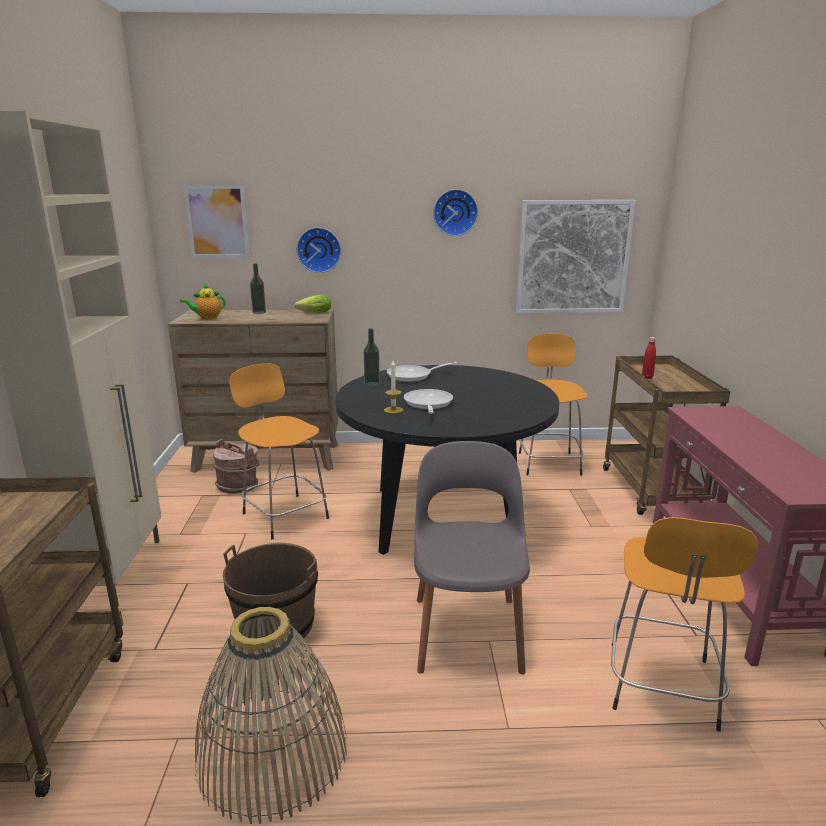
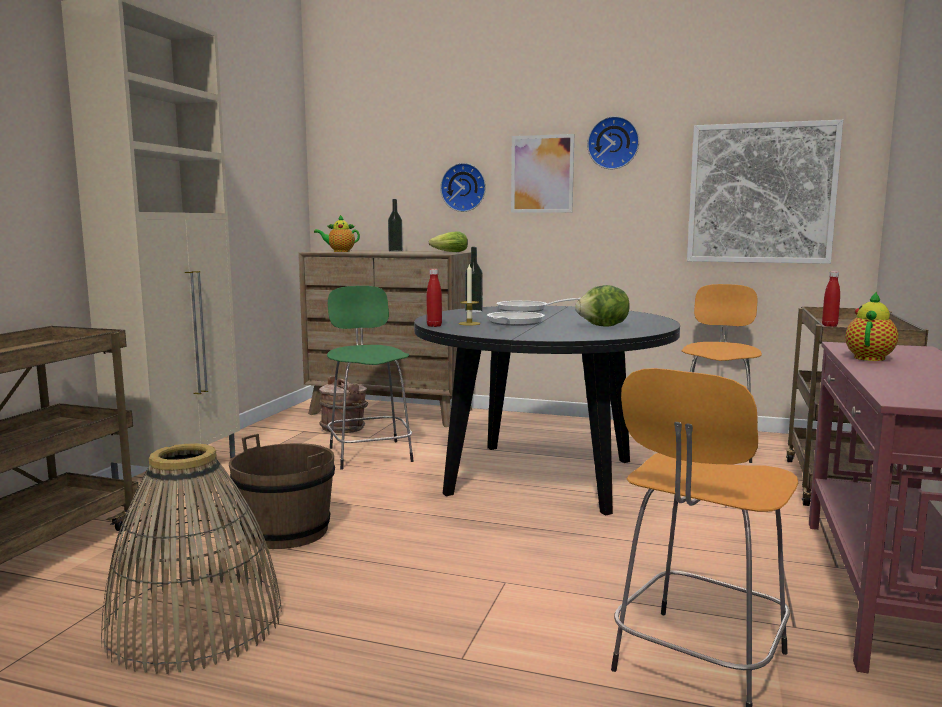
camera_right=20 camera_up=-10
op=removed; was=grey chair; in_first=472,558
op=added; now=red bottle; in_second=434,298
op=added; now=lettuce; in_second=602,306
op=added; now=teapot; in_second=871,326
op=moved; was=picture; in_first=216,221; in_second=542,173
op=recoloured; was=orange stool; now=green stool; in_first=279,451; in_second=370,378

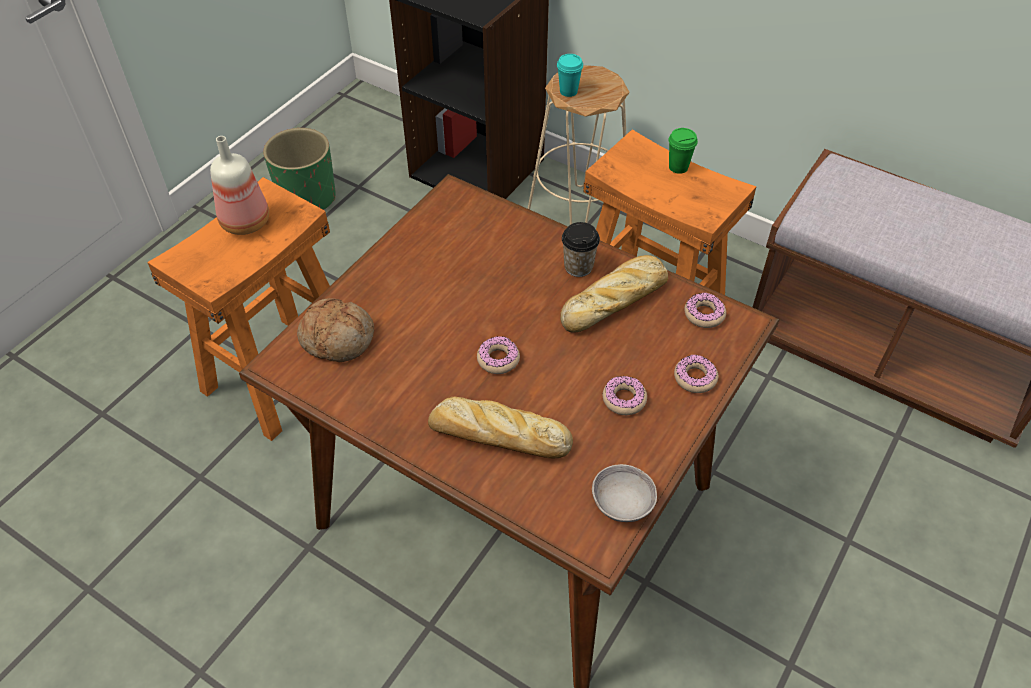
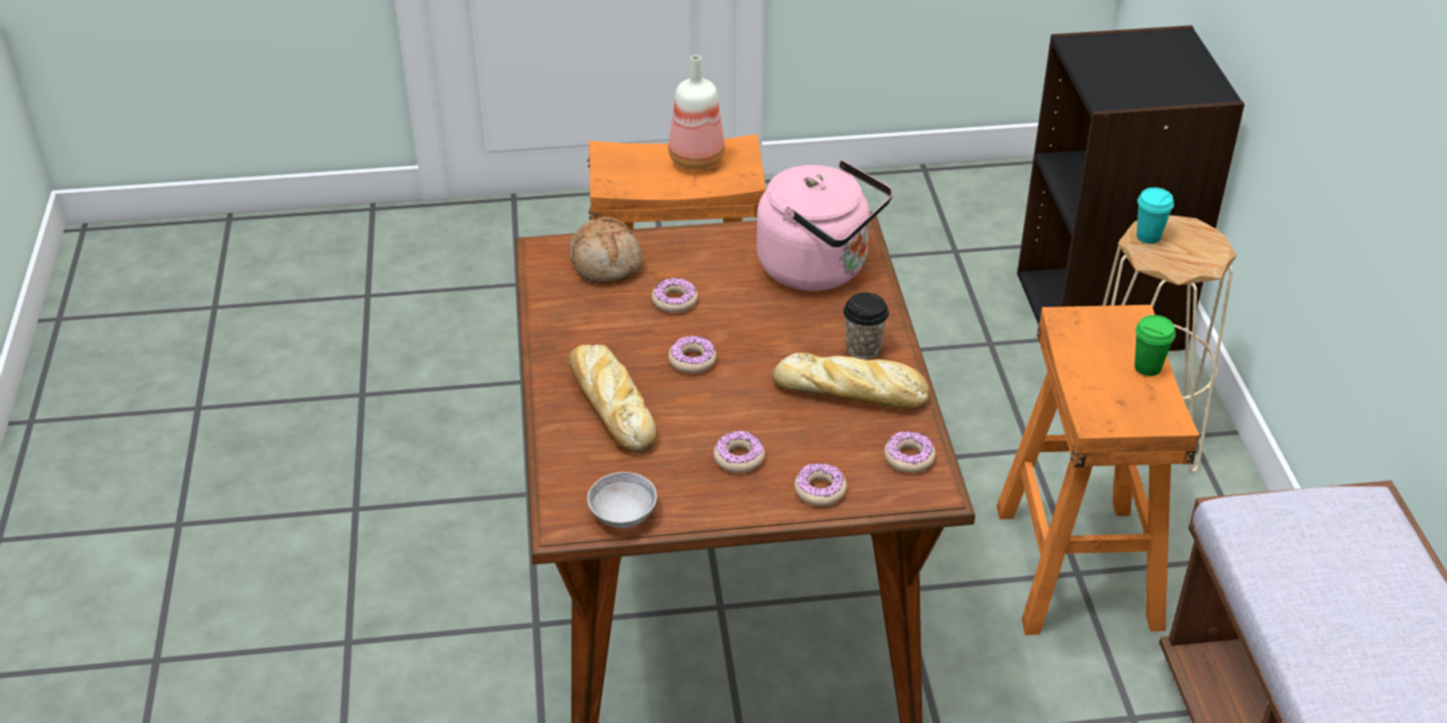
camera_right=50 camera_up=-10
op=removed; was=green planter; in_first=299,169
op=added; now=donut; in_second=675,295
op=added; now=pink kettle; in_second=825,225

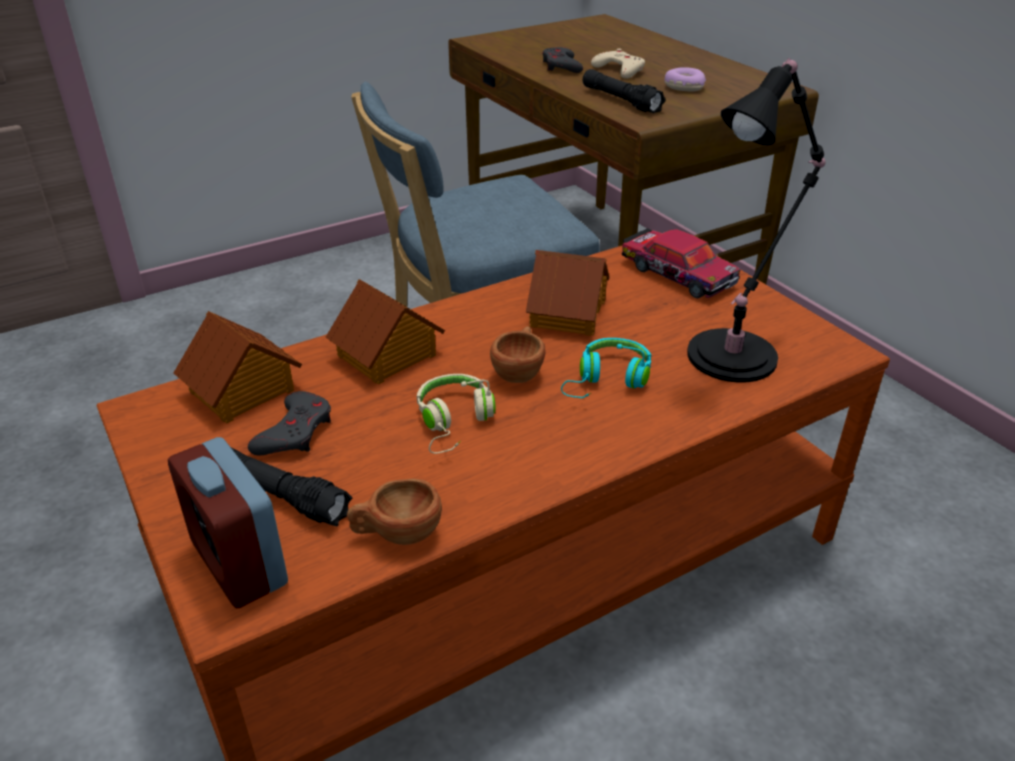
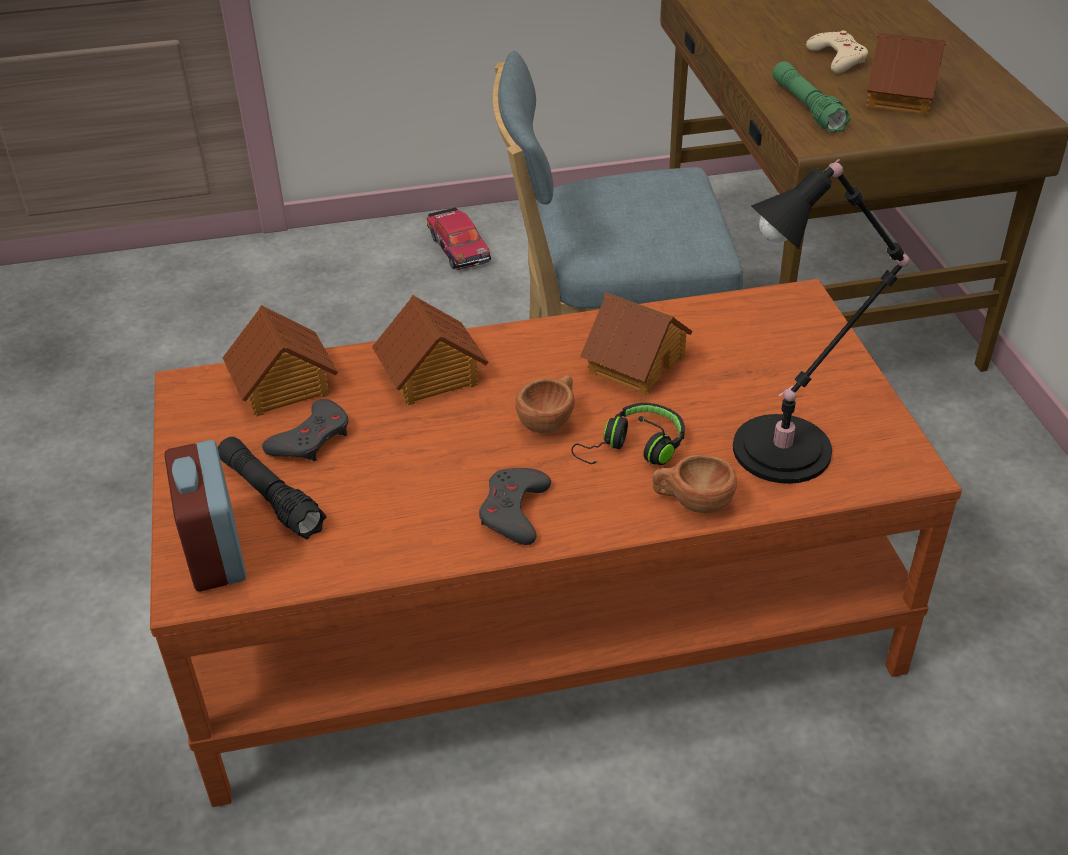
camera_right=20 camera_up=5
op=removed; was=beige headphones; in_first=456,414
op=moved; was=brown cup; in_first=394,511; in_second=694,484
op=moved; was=grey game controller; in_first=562,60; in_second=515,506
op=moved; was=toy car; in_first=681,263; in_second=459,239
op=replaced; was=donut; now=toy house; in_first=685,79; in_second=906,73
op=recoloured; was=turquoise headphones; now=black headphones; in_first=606,368; in_second=628,434
op=recoloured; was=black flashlight; now=green flashlight; in_first=624,91; in_second=811,97

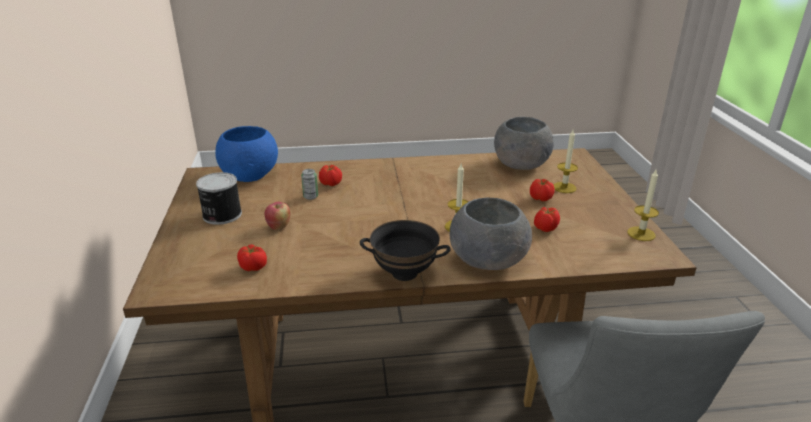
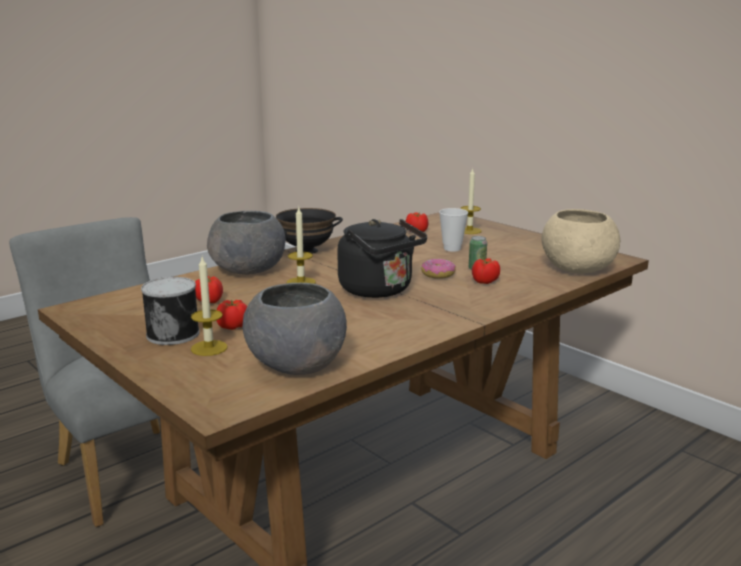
camera_right=145 camera_up=-10
op=added; now=black kettle; in_second=382,258
op=added; now=donut; in_second=438,269
op=moved; was=can; in_first=219,198; in_second=170,311
op=moved; was=candle; in_first=643,205; in_second=471,201
op=replaced; was=apple; now=cup; in_first=277,216; in_second=453,230
op=recoloured; was=blue bowl; now=beige bowl; in_first=246,154; in_second=581,241

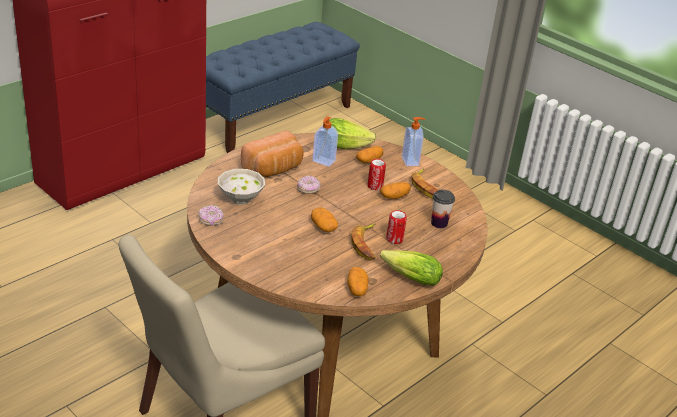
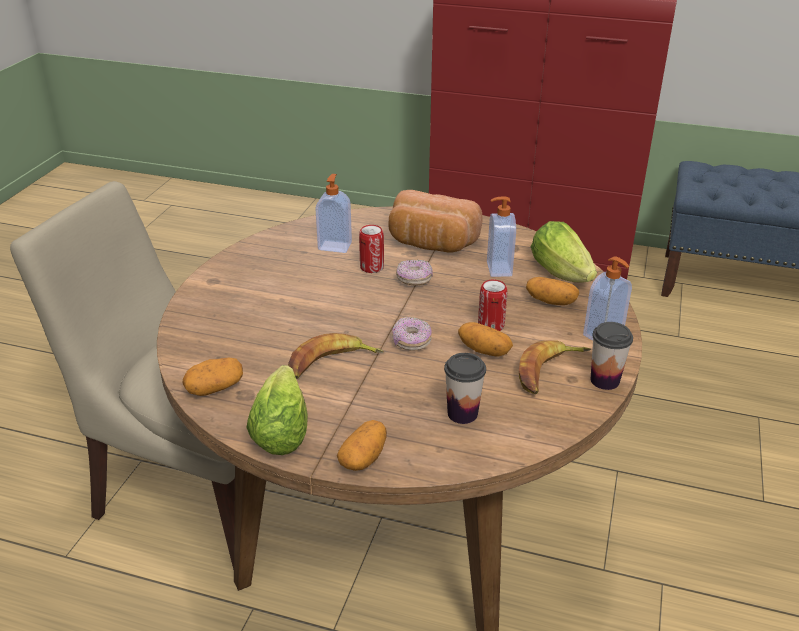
camera_right=65 camera_up=0
op=added; now=cup; in_second=611,356
op=moved; was=donut; in_first=211,215; in_second=412,334
op=moved; was=potato; in_first=324,220; in_second=362,445
op=moved; was=can; in_first=396,227; in_second=371,249
op=replaced; was=white bowl; now=soap dispenser; in_first=241,187; in_second=333,213

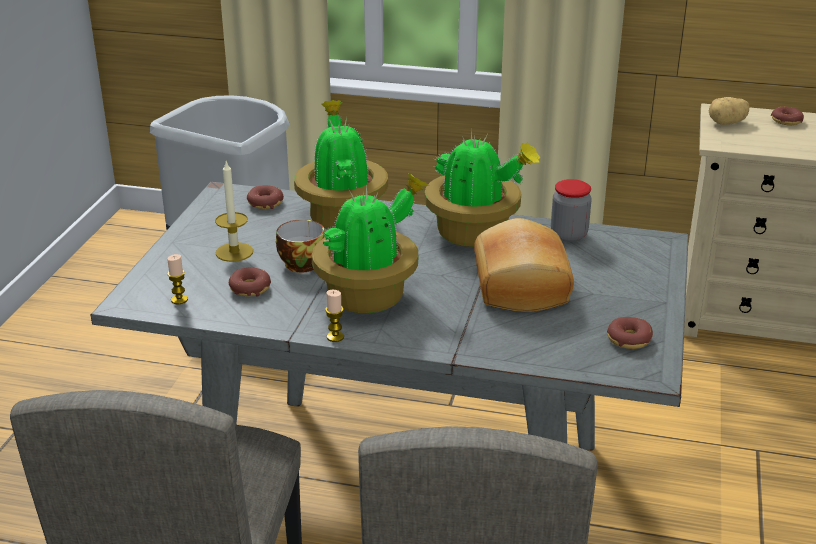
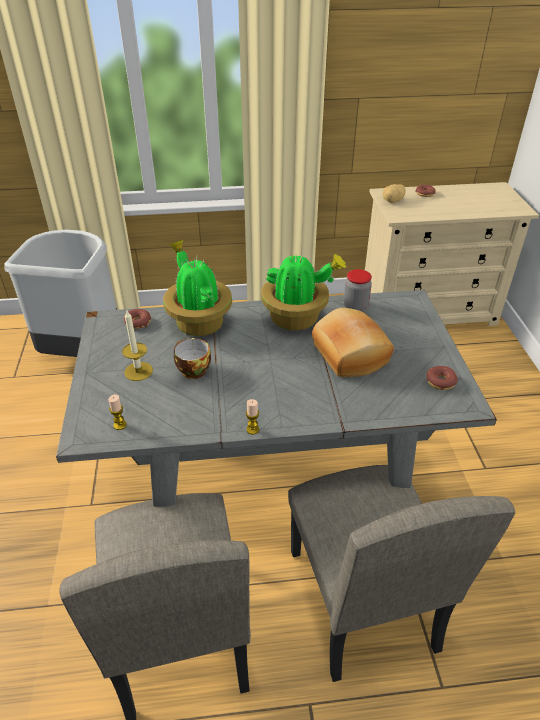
camera_right=-20 camera_up=10
op=removed; was=donut; in_first=250,282
op=removed; was=potted plant; in_first=370,242

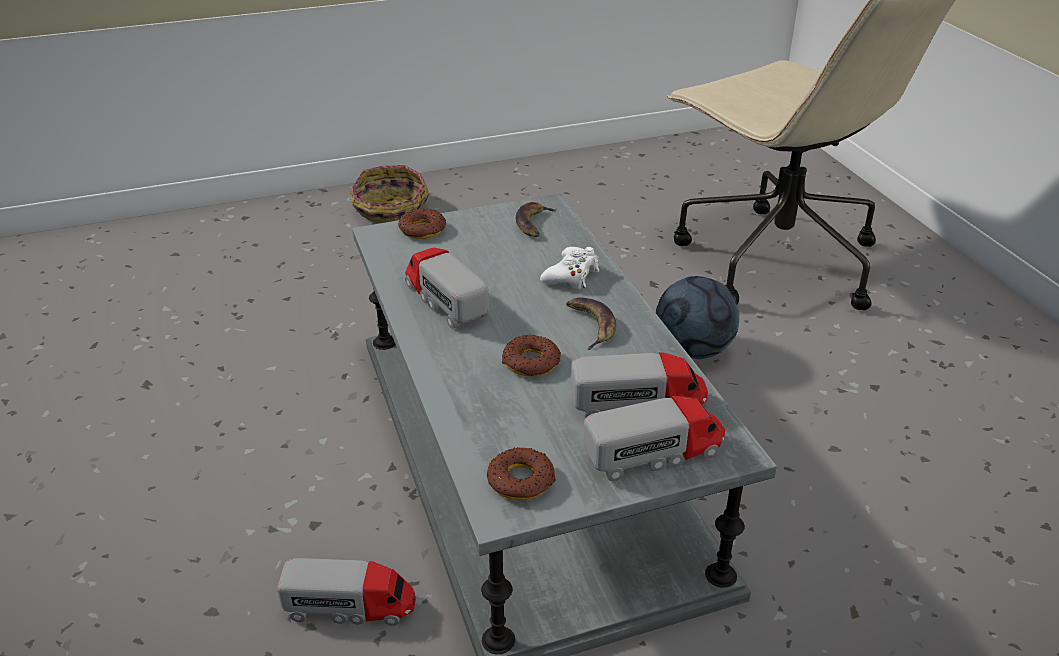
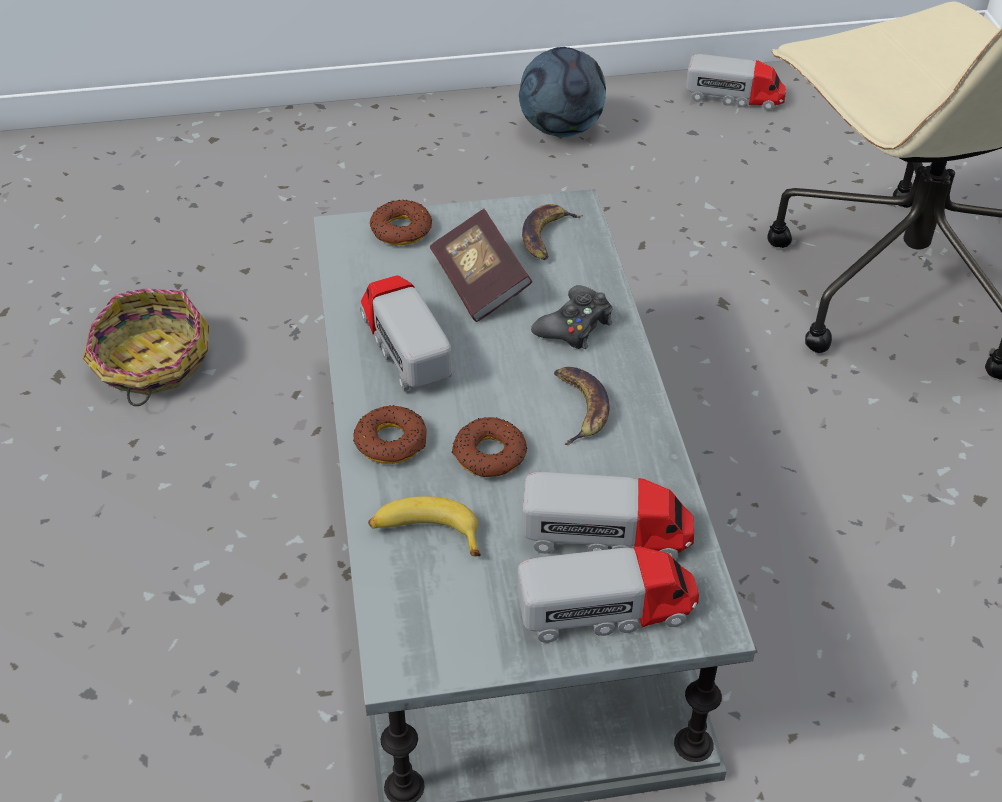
camera_right=10 camera_up=10
op=added; now=banana; in_second=424,526
op=added; now=book; in_second=481,265
op=moved; was=toy truck; in_first=346,592; in_second=736,82
op=moved; was=basket; in_first=389,194; in_second=146,347
op=moved; was=donut; in_first=521,474; in_second=390,434
op=moved; was=football; in_first=697,317; in_second=562,92
op=recoloured; was=white game controller; now=black game controller; in_first=569,268; in_second=571,317

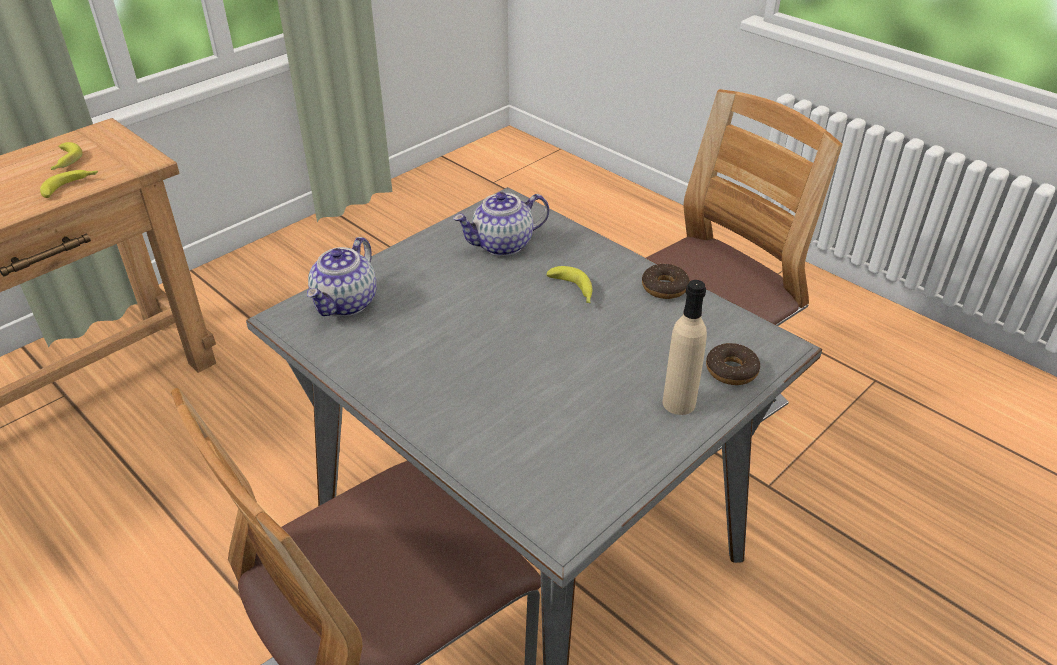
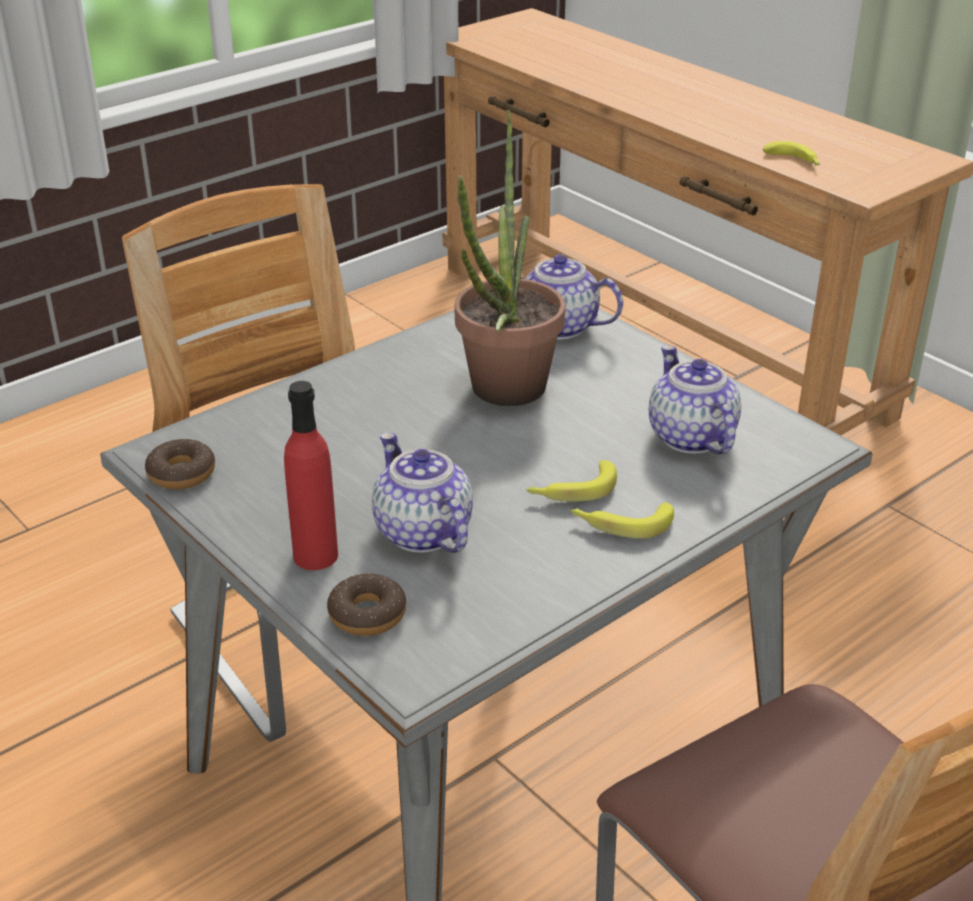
camera_right=95 camera_up=-5
op=added; now=teapot; in_second=422,493
op=added; now=potted plant; in_second=509,258
op=moved; was=banana; in_first=67,156; in_second=622,520
op=moved; was=donut; in_first=666,281; in_second=180,464
op=recoloured; was=beige bottle; now=red bottle; in_first=684,347; in_second=311,475

